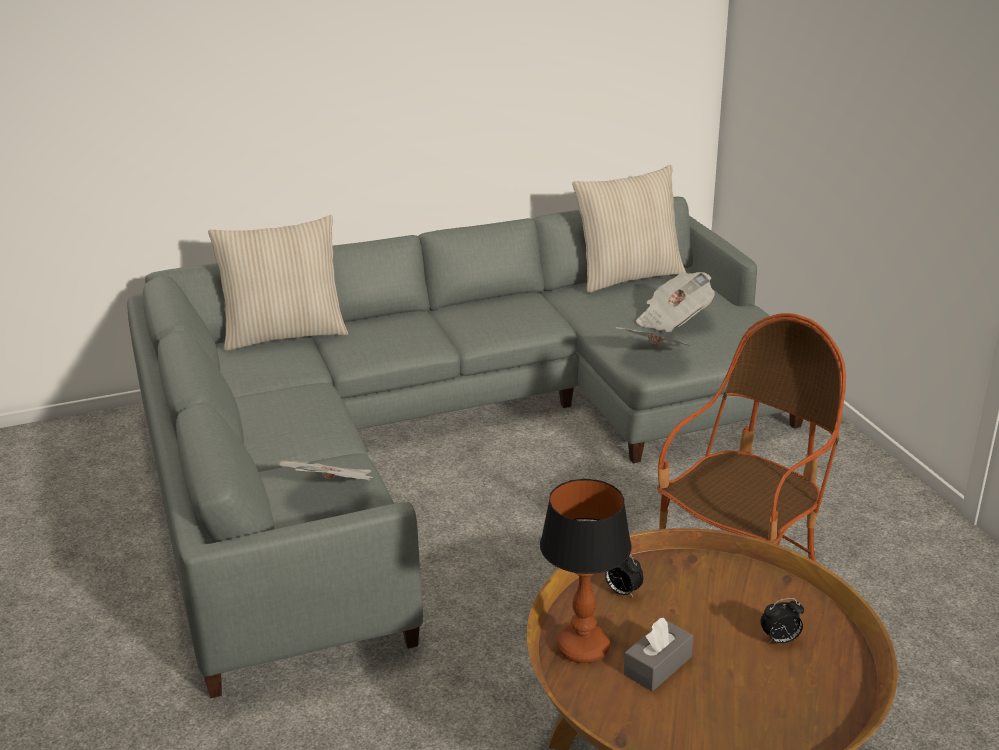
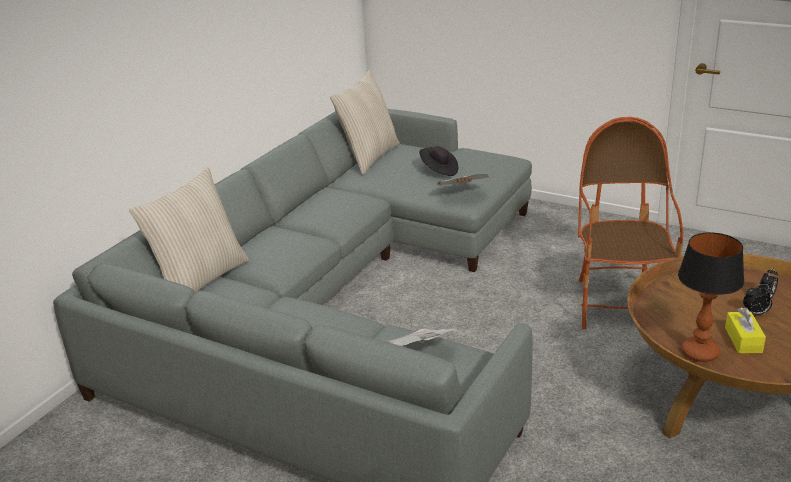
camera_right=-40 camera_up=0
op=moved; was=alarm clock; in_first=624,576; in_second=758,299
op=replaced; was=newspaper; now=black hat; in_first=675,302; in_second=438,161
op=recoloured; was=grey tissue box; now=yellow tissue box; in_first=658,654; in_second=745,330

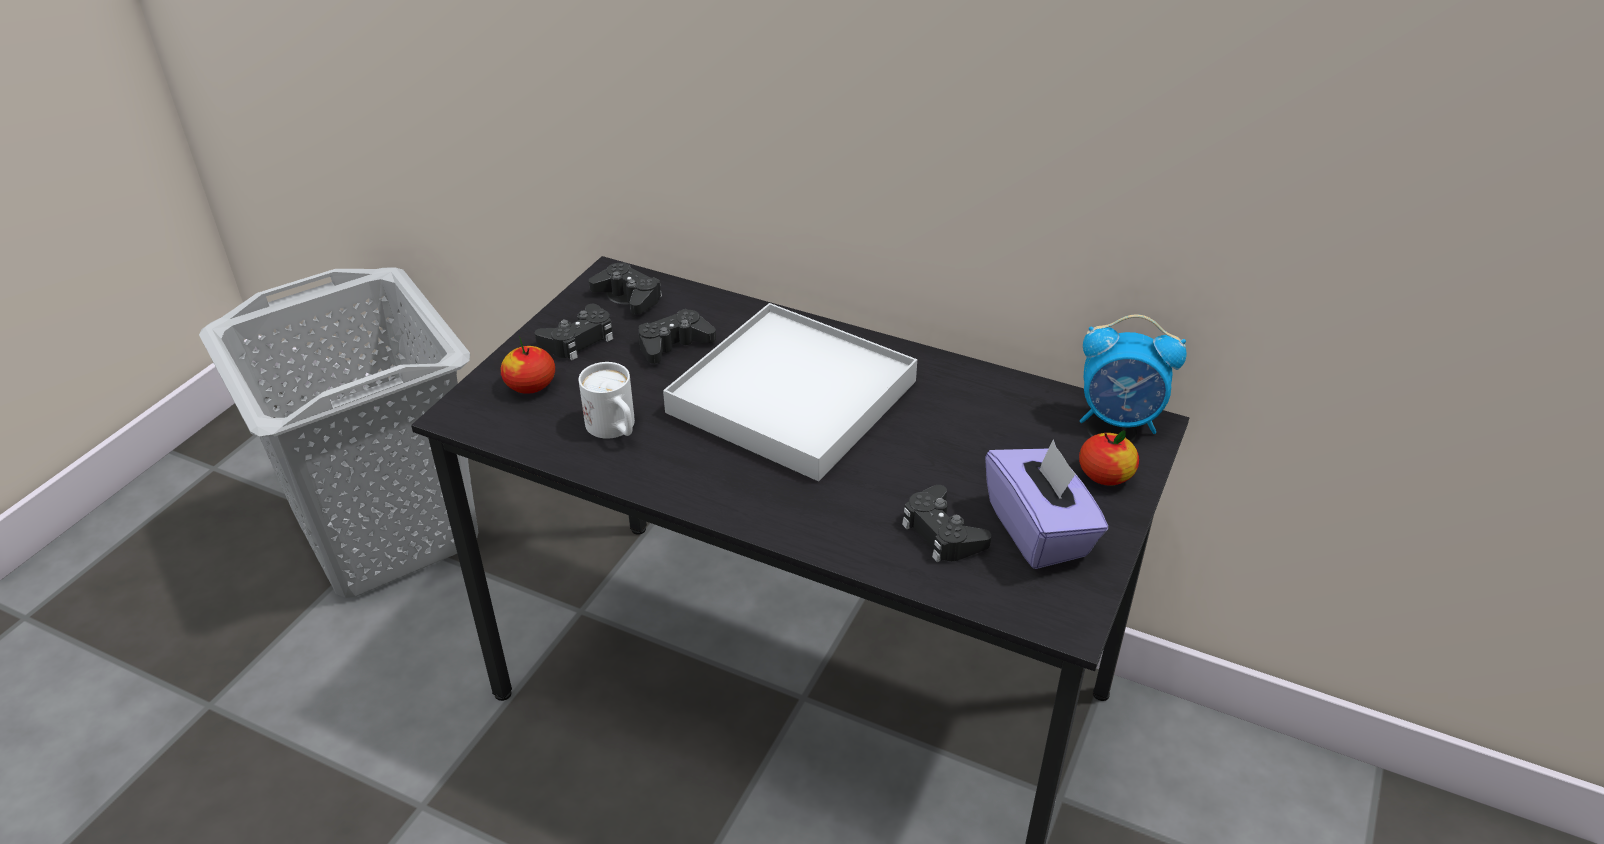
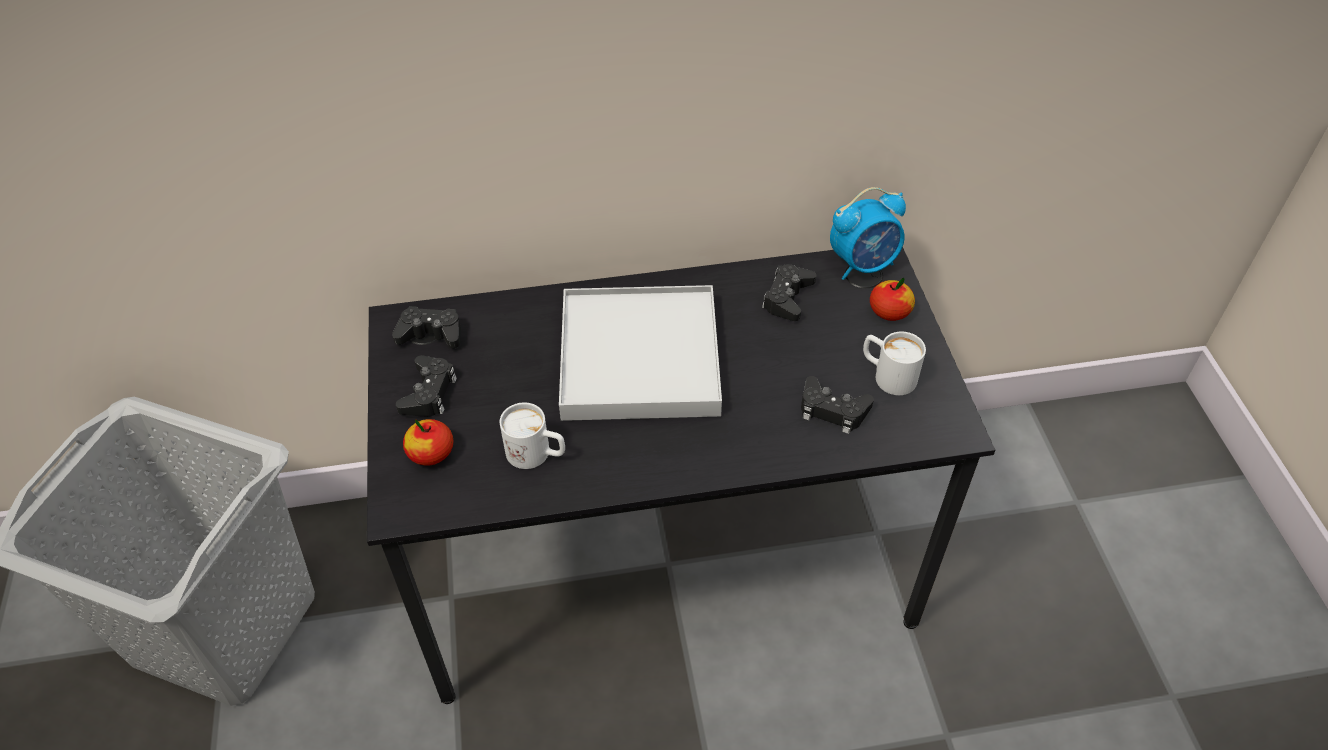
camera_right=-35 camera_up=10
op=moved; was=black game controller; in_first=677,336; in_second=789,292
op=replaced; was=purple tissue box; now=white mug; in_first=1046,504; in_second=894,363

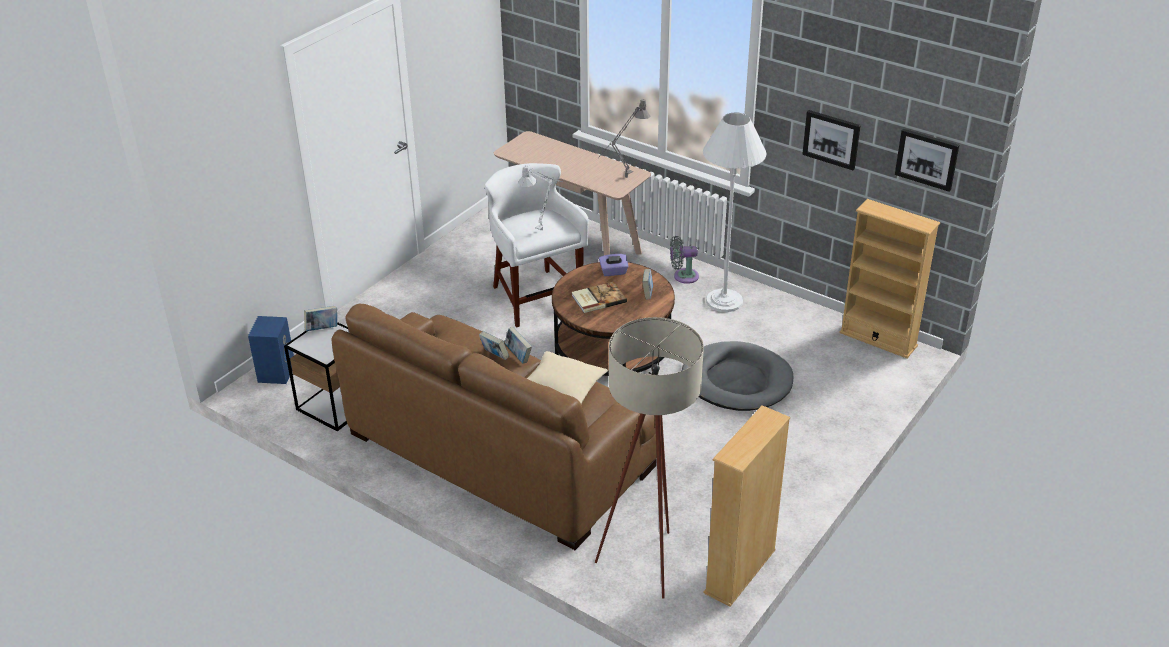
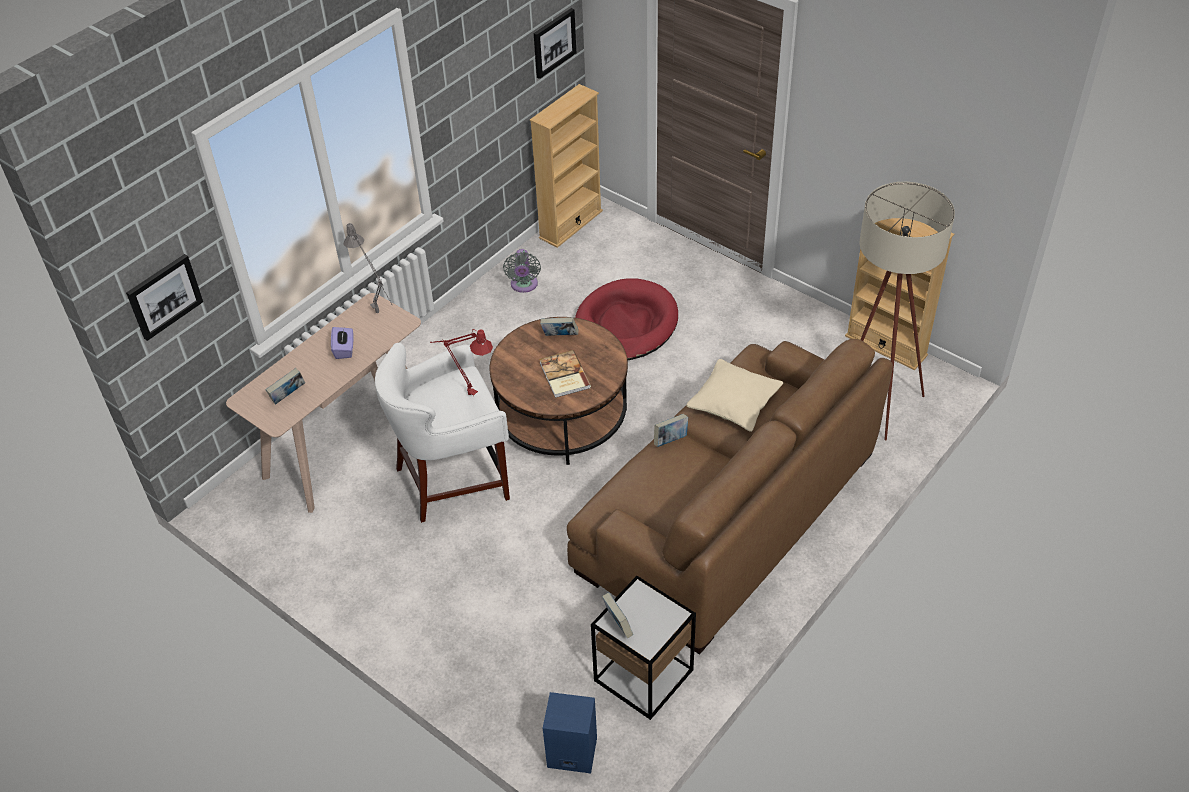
camera_right=-85 camera_up=10
op=removed; was=white floor lamp; in_first=735,212
op=moved; was=book; in_first=494,345; in_second=285,386
op=moved; was=purple tissue box; in_first=614,265; in_second=342,343
op=moved; was=grey fan; in_first=684,260; in_second=522,271
op=moved; was=picture; in_first=831,140; in_second=164,297
op=recoloured; was=grey table lamp; now=red table lamp; in_first=540,197; in_second=461,362
op=recoloured; was=grey dog bed; now=red dog bed; in_first=737,376; in_second=626,319

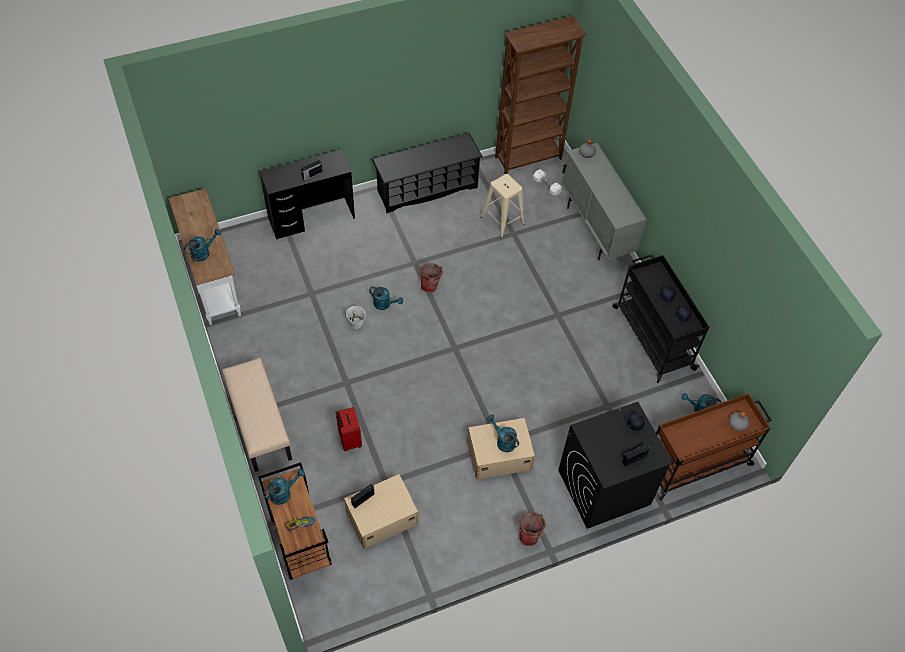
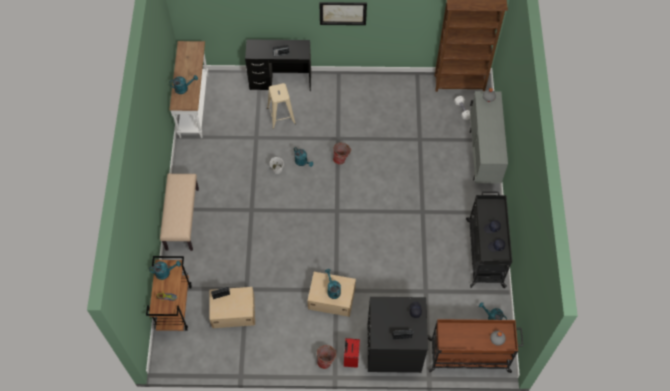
camera_right=25 camera_up=5
op=removed; was=black shoe rack; in_first=427,173
op=added; now=picture; in_second=343,13
op=moved; was=red suitcase; in_first=349,429; in_second=352,353
op=moved; was=beige stool; in_first=503,206; in_second=281,106

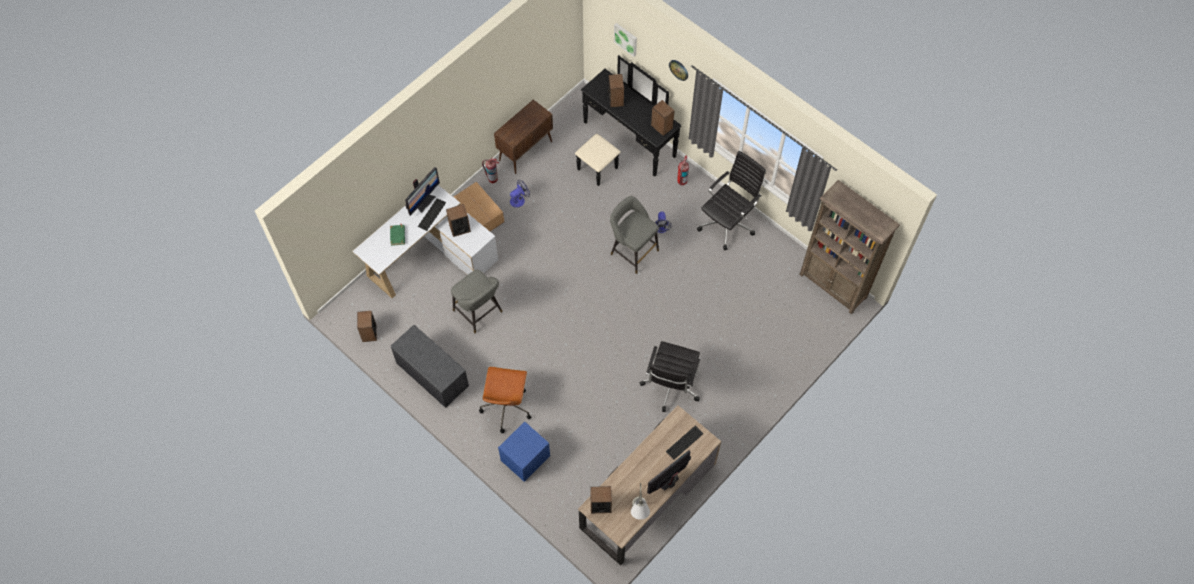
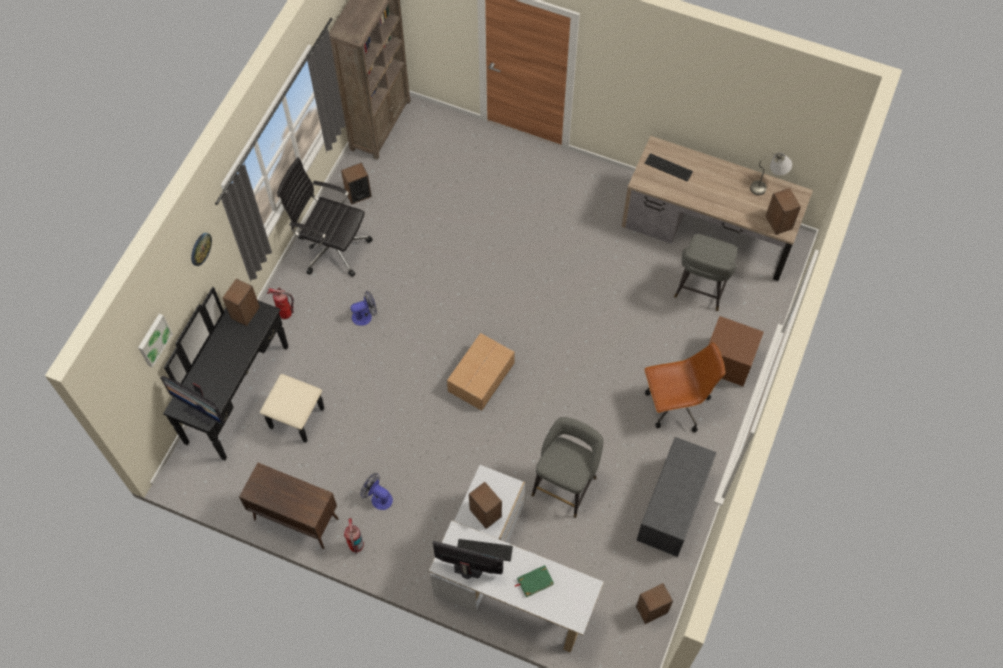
camera_right=-110 camera_up=0
op=removed; was=black office chair; in_first=670,376
op=moved; was=cardboard box; in_first=478,206; in_second=481,372
op=moved; was=speaker; in_first=616,90; in_second=356,183
op=moved; was=grey stool; in_first=634,235; in_second=706,272
op=moved; was=monitor; in_first=669,472; in_second=193,401
op=recoloured; was=blue nightstand; now=brown nightstand; in_first=524,451; in_second=735,351

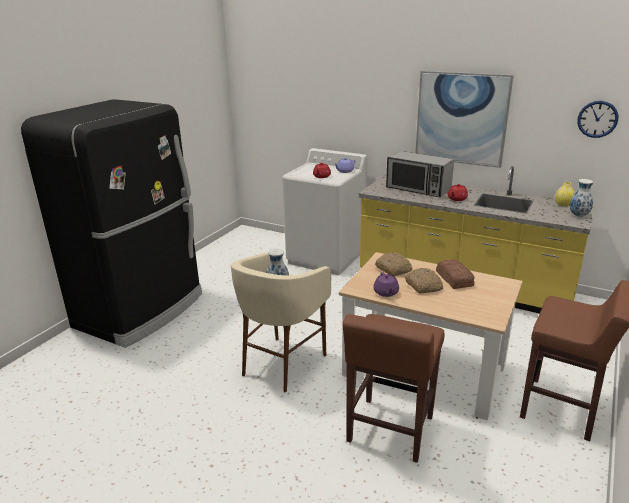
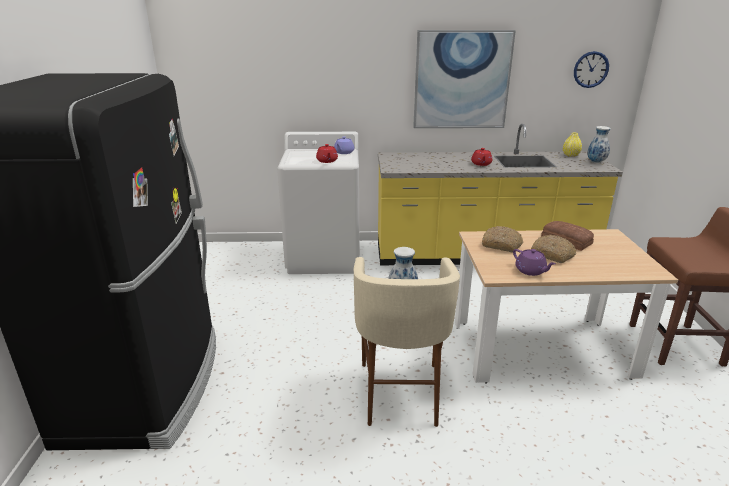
camera_right=-30 camera_up=0
op=removed; was=brown stool; in_first=393,388
op=removed; was=microwave; in_first=420,174

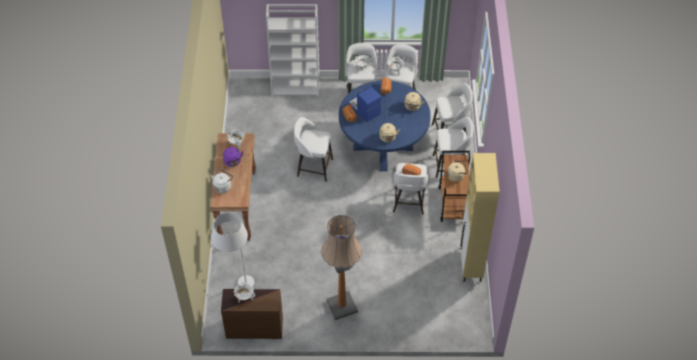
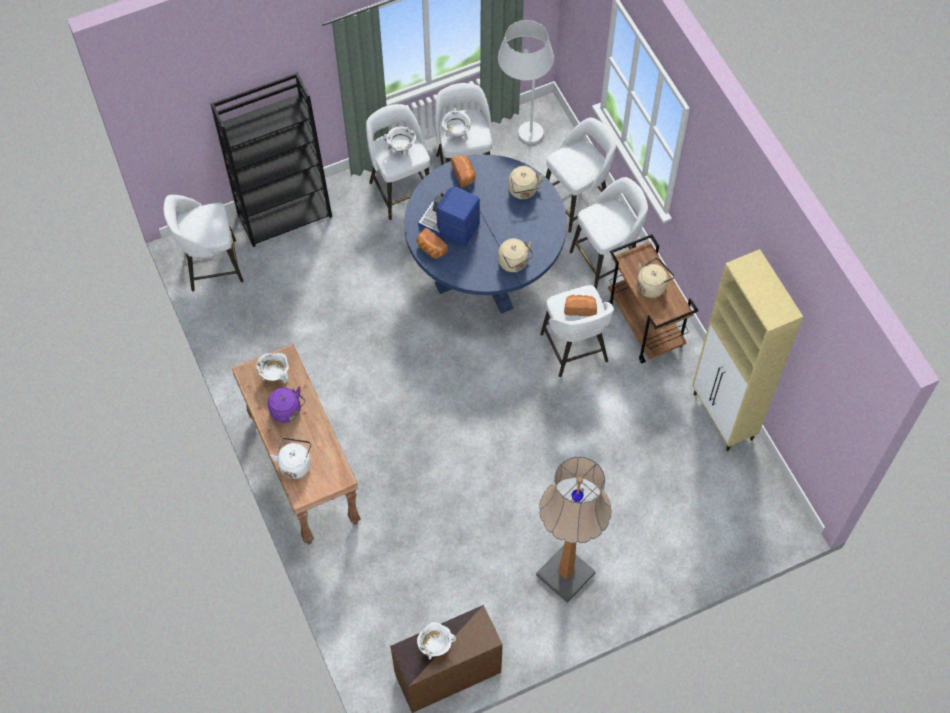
camera_right=-25 camera_up=10
op=moved; was=white floor lamp; in_first=232,250; in_second=526,82
op=moved; was=white stool; in_first=313,149; in_second=203,243
op=recoloured; was=white bookcase; now=black bookcase; in_first=293,50; in_second=271,159

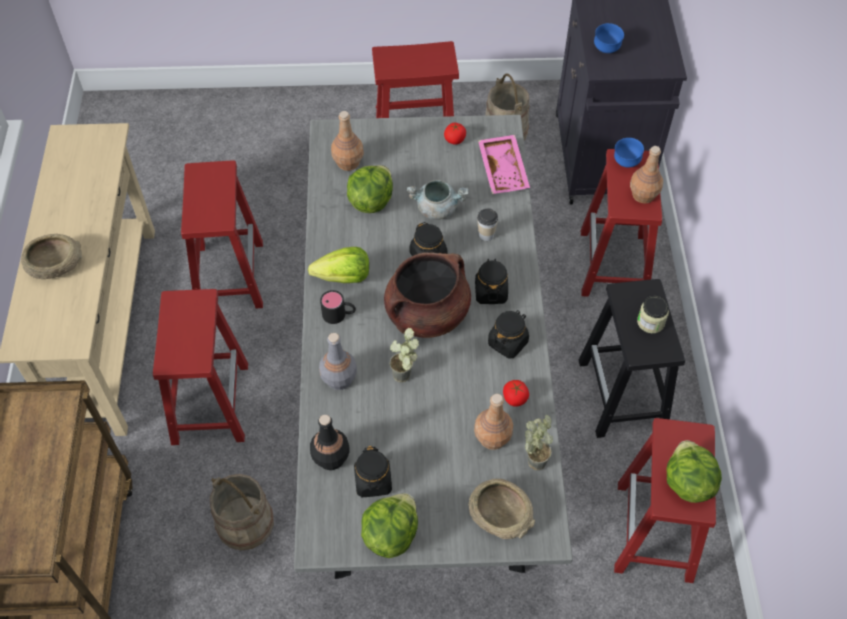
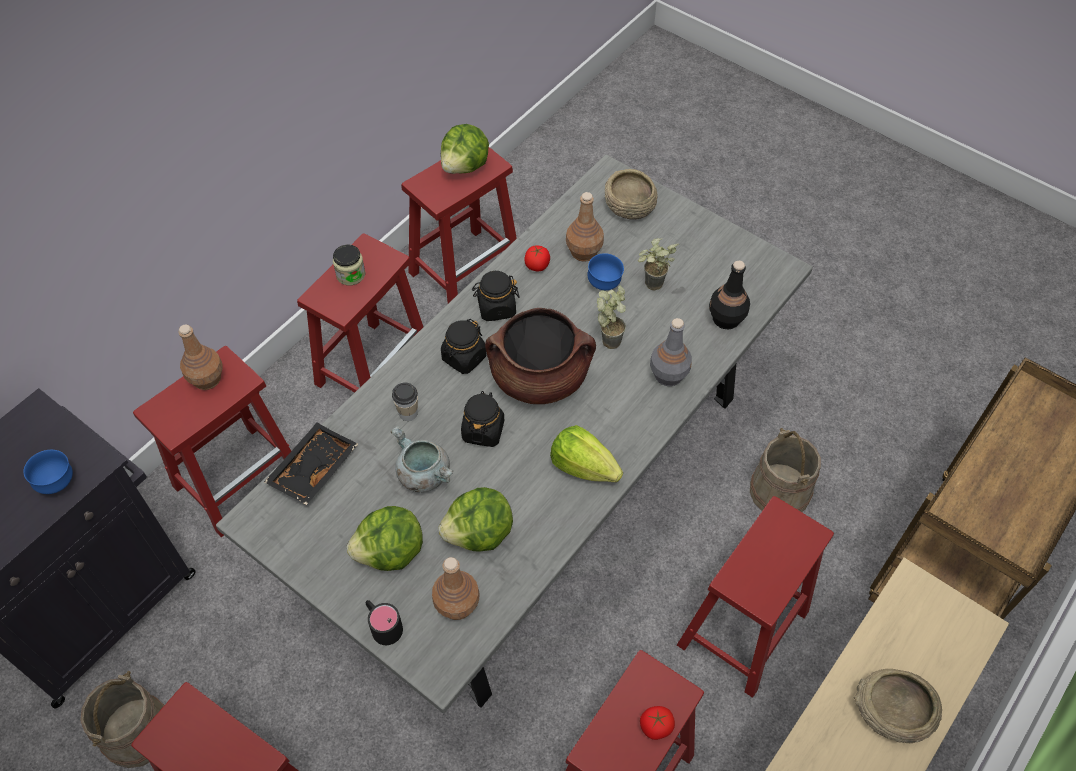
camera_right=-140 camera_up=0
op=removed; was=black jar; in_first=373,471
op=moved; was=black mug; in_first=338,307; in_second=384,622
op=moved; was=lettuce; in_first=389,525; in_second=385,538
op=moved; was=tomato; in_first=455,134; in_second=657,723
op=moved; was=potted plant; in_first=539,443; in_second=658,264
op=moved; was=blue bowl; in_first=629,153; in_second=605,271
op=recoloured; was=pink tray; now=black tray; in_first=504,164; in_second=311,464
op=recoloured; was=black stool; now=red stool; in_first=632,358; in_second=360,312

